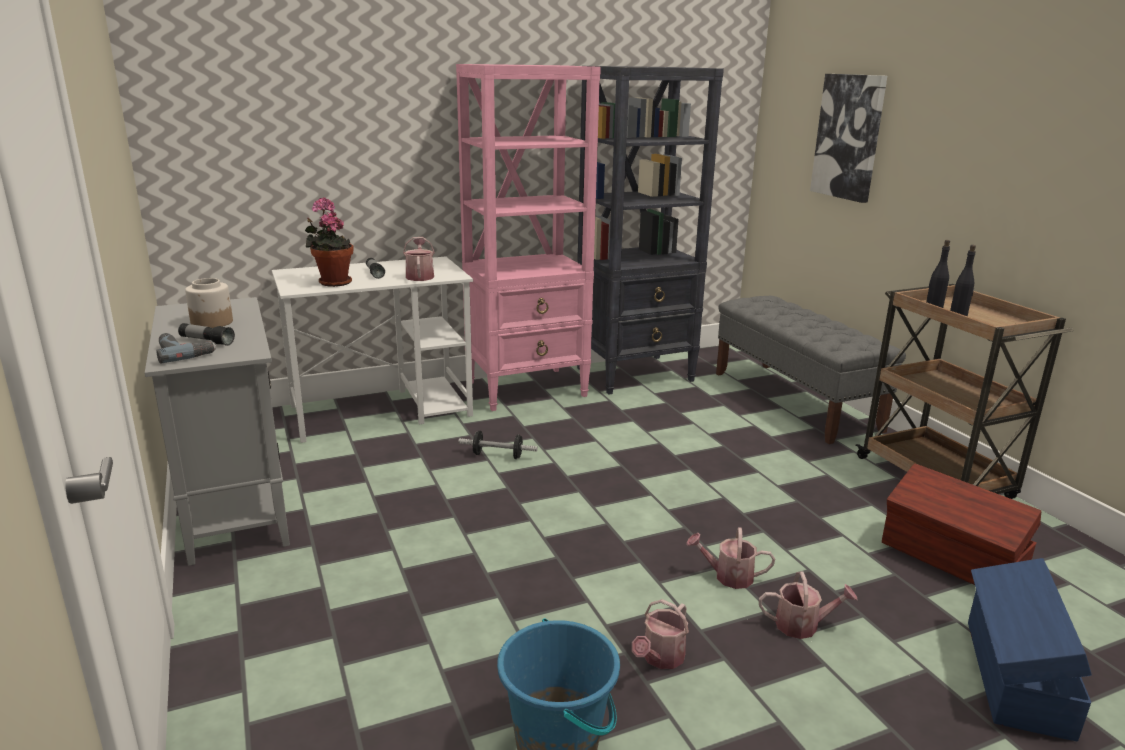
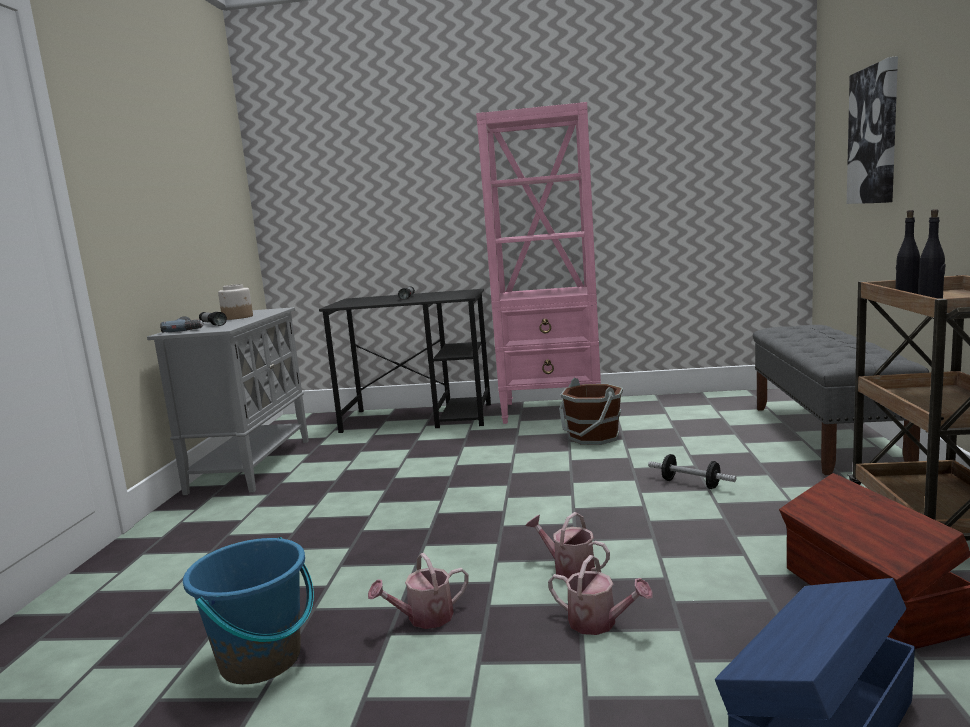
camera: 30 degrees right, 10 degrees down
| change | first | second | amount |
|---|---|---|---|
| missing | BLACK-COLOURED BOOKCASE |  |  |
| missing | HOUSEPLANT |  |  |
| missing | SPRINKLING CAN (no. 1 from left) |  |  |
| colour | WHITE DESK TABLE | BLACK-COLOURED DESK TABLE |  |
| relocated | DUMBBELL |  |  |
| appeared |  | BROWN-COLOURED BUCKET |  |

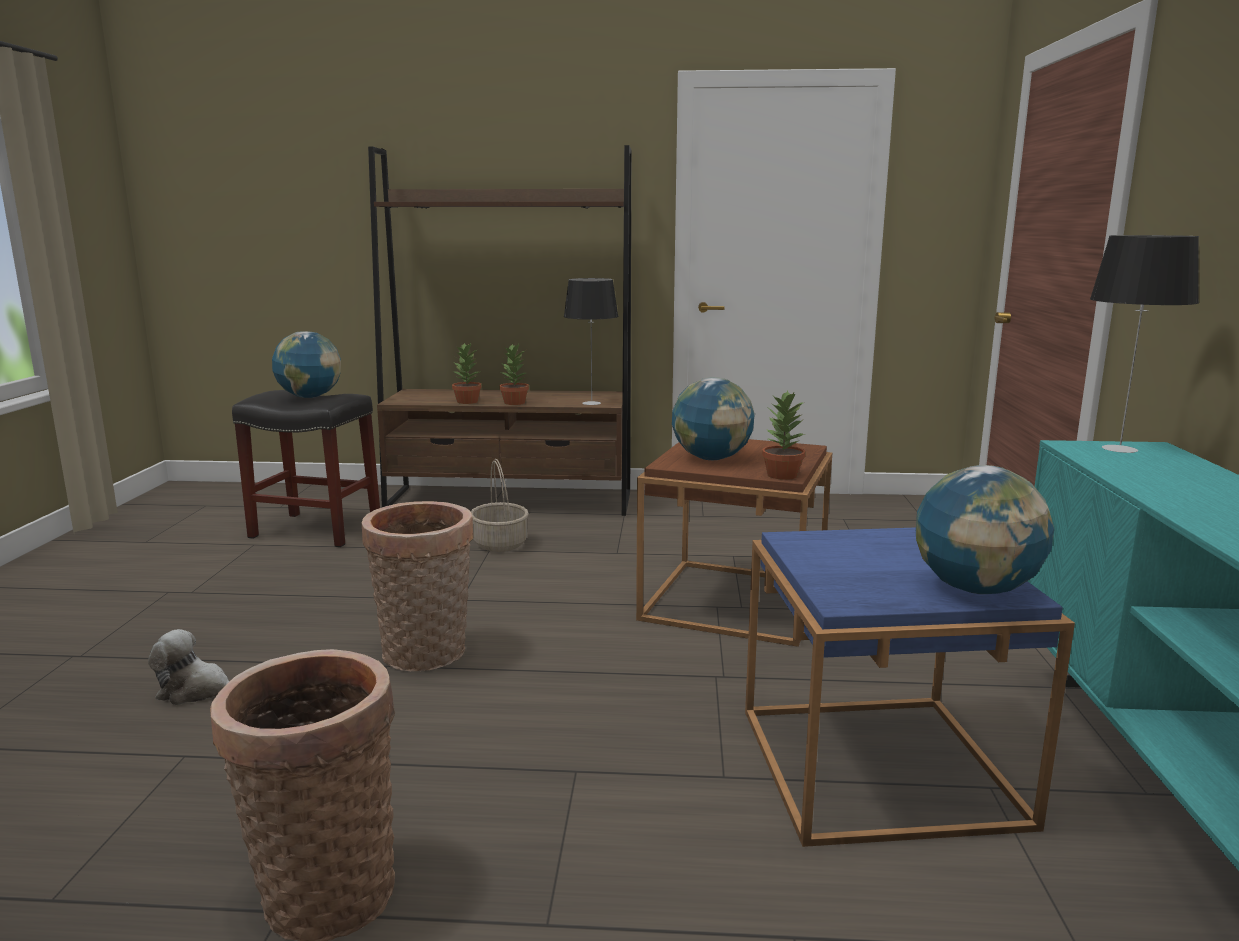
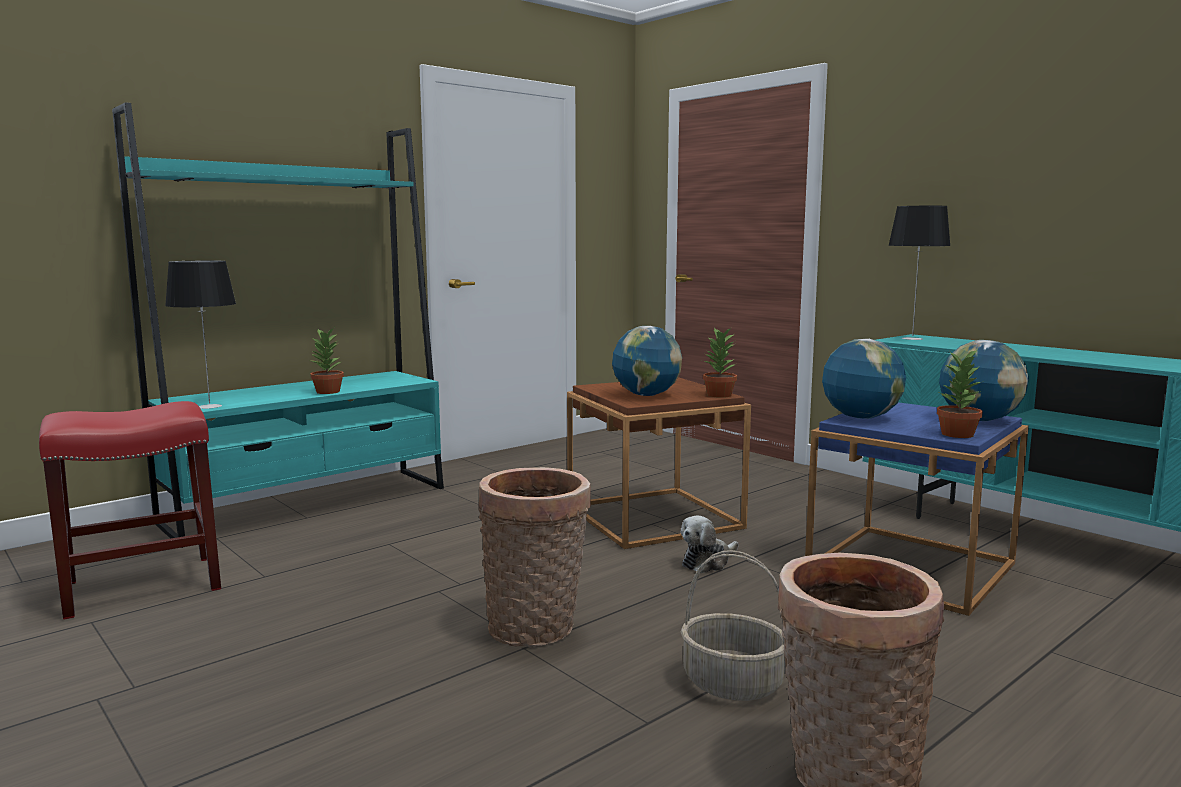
camera: 45 degrees left, 5 degrees down
| change | first | second | amount |
|---|---|---|---|
| colour | BROWN-COLOURED BOOKCASE | TURQUOISE BOOKCASE |  |
| relocated | TABLE LAMP (no. 1 from left) |  |  |
| relocated | GLOBE (no. 1 from left in the first image) | GLOBE (no. 2 from left) |  |
| relocated | HOUSEPLANT (no. 1 from left in the first image) | HOUSEPLANT (no. 3 from left) |  |
| colour | BLACK-COLOURED STOOL SEAT | REDDISH STOOL SEAT |  |
| relocated | BASKET (no. 3 from left in the first image) | BASKET (no. 2 from left) |  |
| relocated | CUDDLY TOY |  |  |

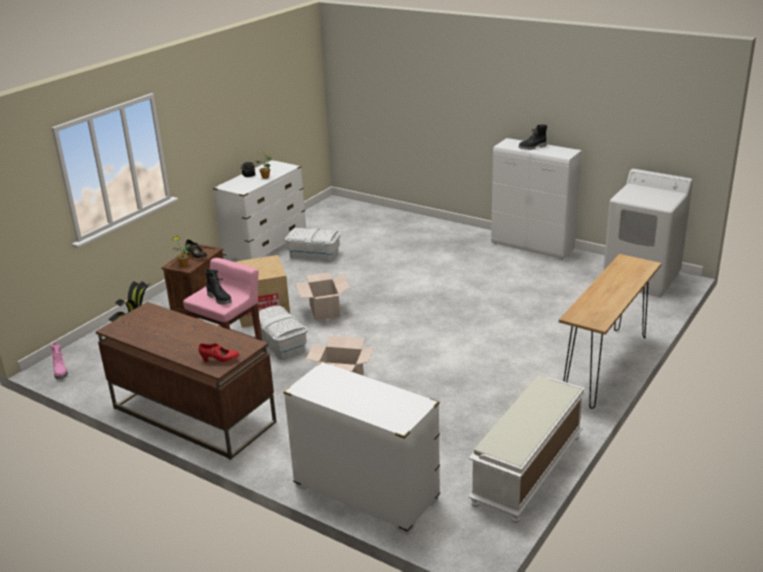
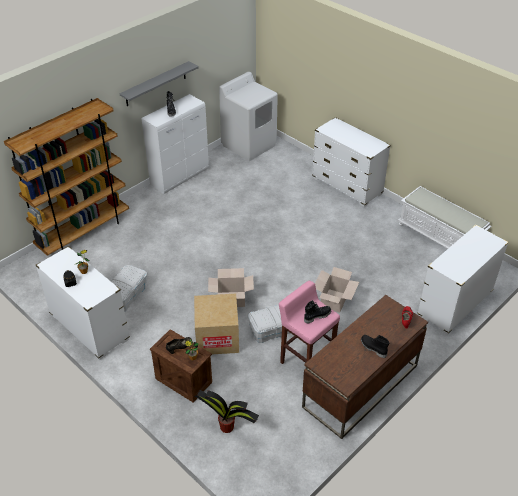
camera: 80 degrees left, 15 degrees up
| change | first | second | amount |
|---|---|---|---|
| exchanged | BROWN-COLOURED NARROW TABLE | WHITE CHEST OF DRAWERS (no. 2 from left) |  |
| missing | PINK TALL BOOT |  |  |
| appeared |  | GREY BRACKET SHELF |  |
| appeared |  | BROWN-COLOURED BOOKCASE |  |
| appeared |  | BLACK-COLOURED TALL BOOT (no. 3 from left) |  |

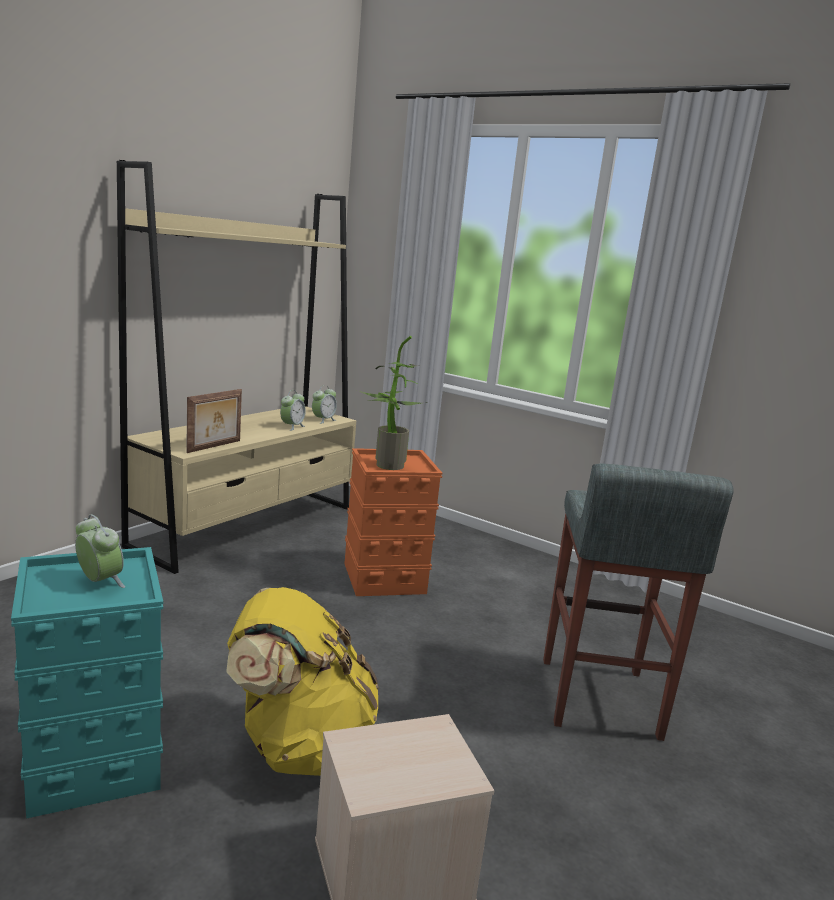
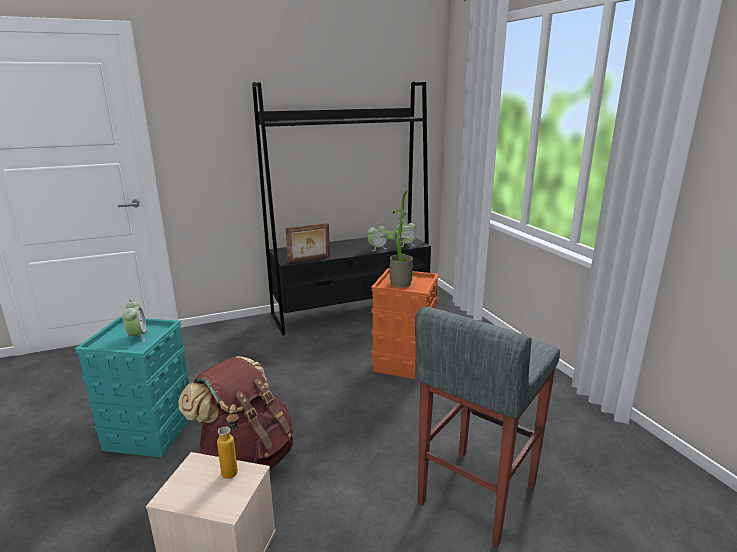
camera: 35 degrees right, 5 degrees up
| change | first | second | amount |
|---|---|---|---|
| colour | BEIGE-COLOURED BOOKCASE | BLACK-COLOURED BOOKCASE |  |
| colour | YELLOW KNAPSACK | BROWN-COLOURED KNAPSACK |  |
| appeared |  | DRINK BOTTLE |  |

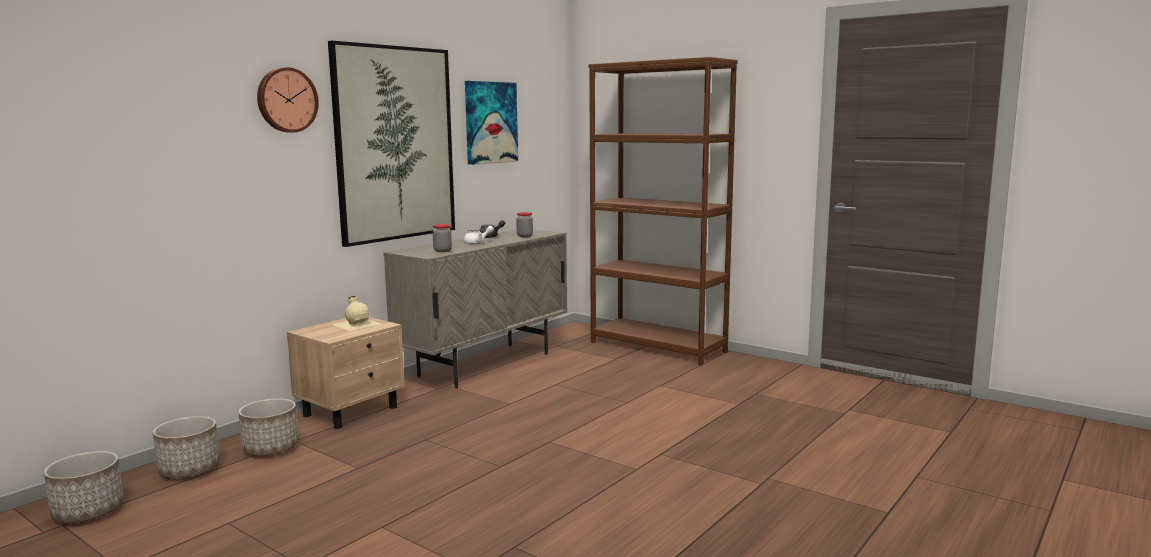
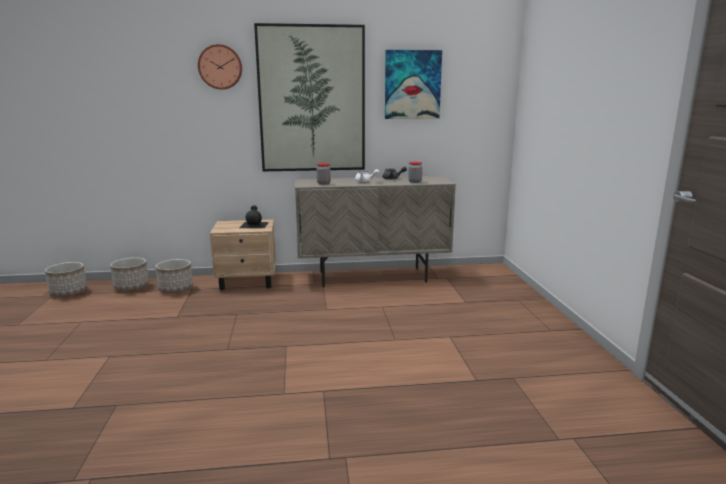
camera: 45 degrees right, 5 degrees up
| change | first | second | amount |
|---|---|---|---|
| missing | BROWN-COLOURED BOOKCASE |  |  |
| colour | BEIGE-COLOURED DRINK BOTTLE | BLACK-COLOURED DRINK BOTTLE |  |

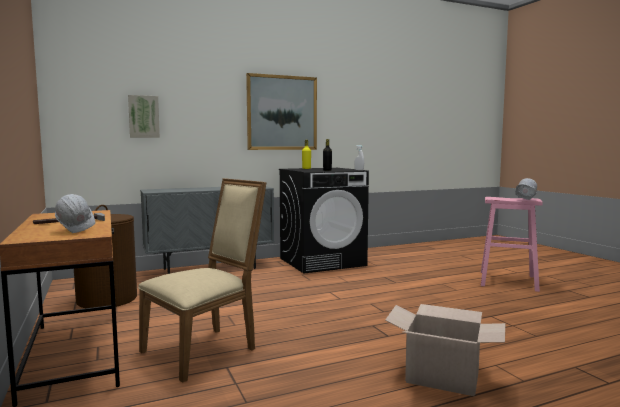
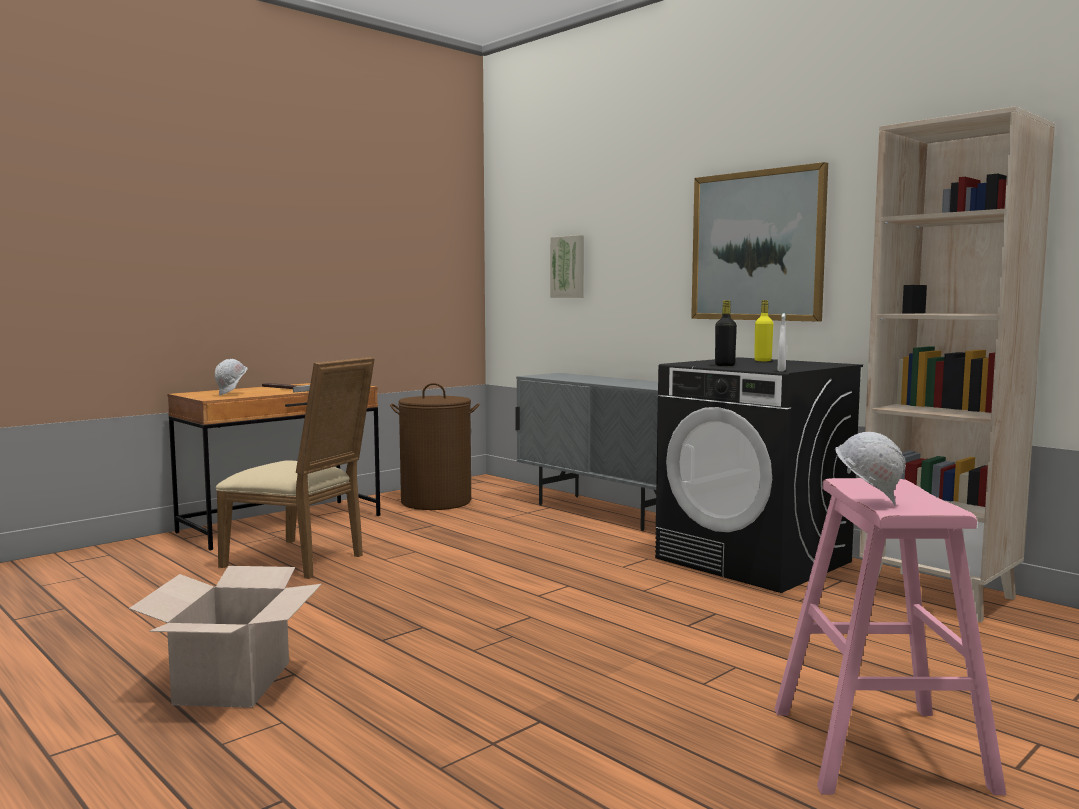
camera: 70 degrees right, 0 degrees up
| change | first | second | amount |
|---|---|---|---|
| appeared |  | BEIGE-COLOURED BOOKCASE |  |

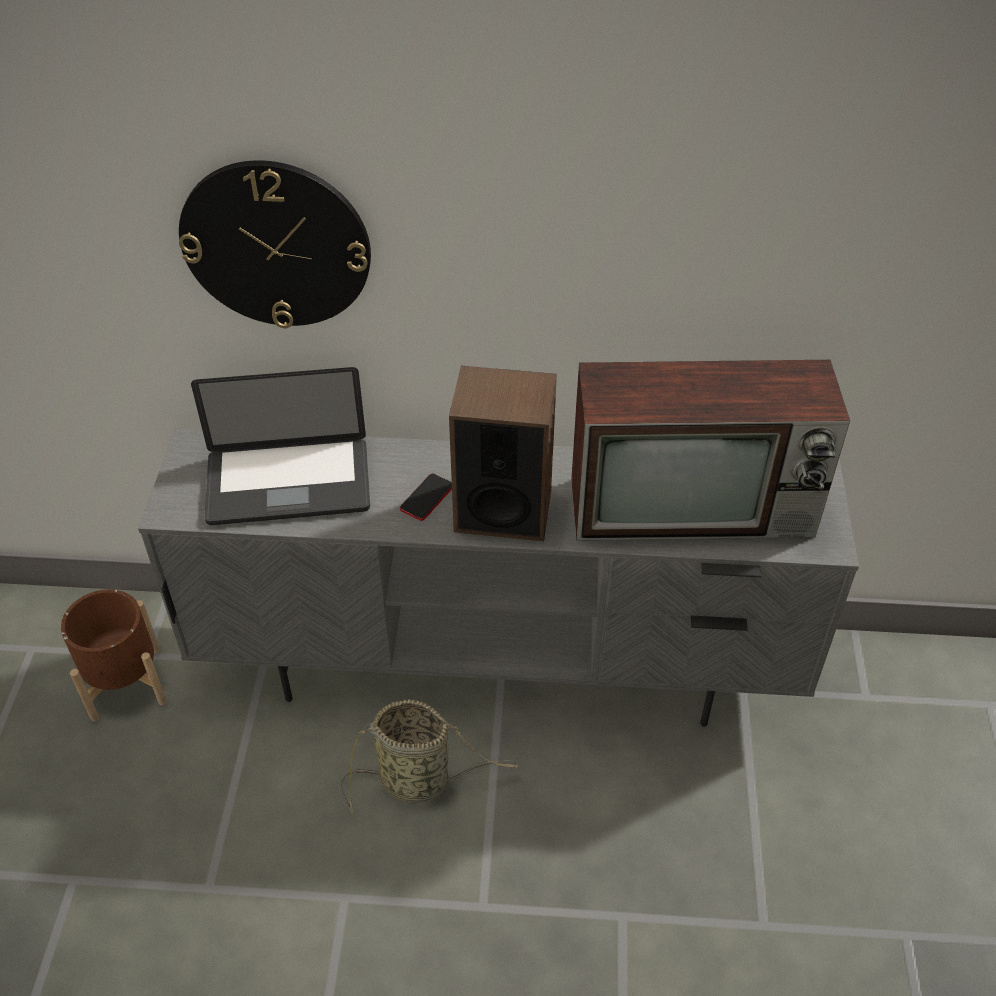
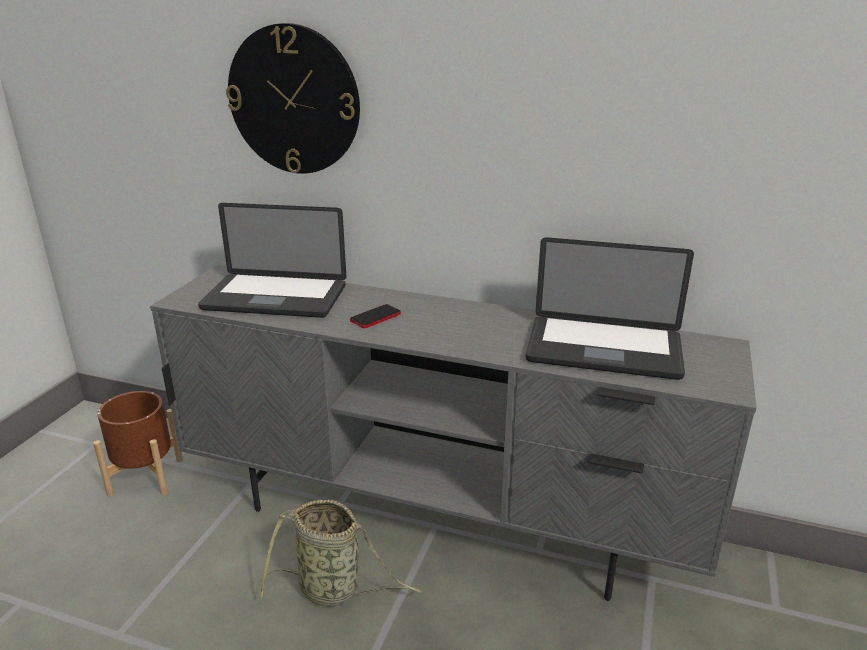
camera: 15 degrees right, 20 degrees down
| change | first | second | amount |
|---|---|---|---|
| exchanged | TV | NOTEBOOK COMPUTER (no. 2 from left) |  |
| missing | LOUDSPEAKER |  |  |

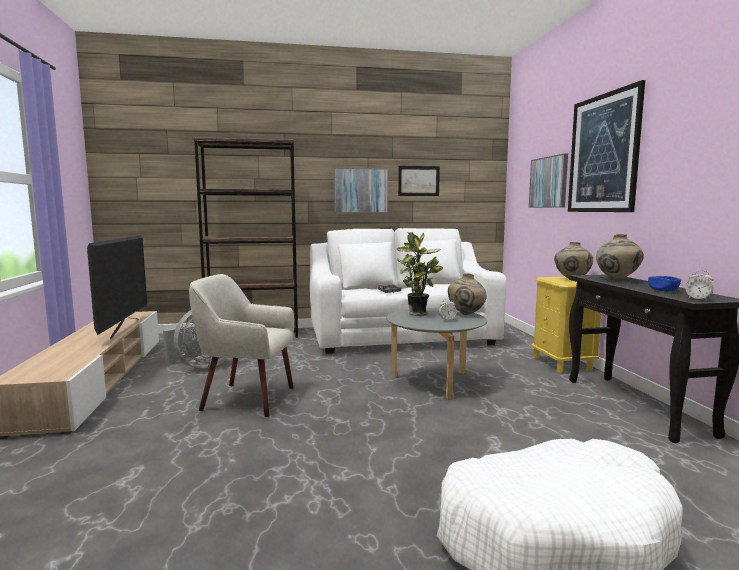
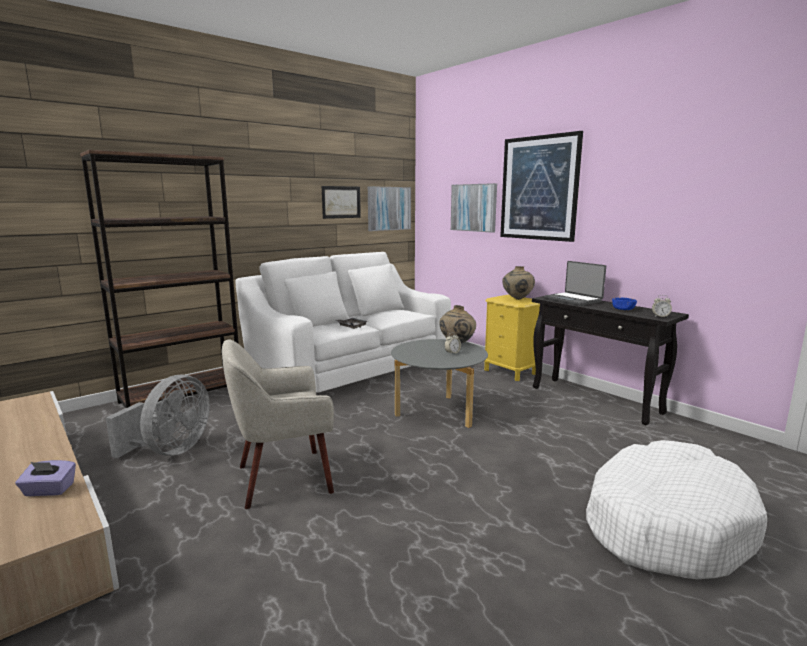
camera: 30 degrees left, 5 degrees up
| change | first | second | amount |
|---|---|---|---|
| relocated | PICTURE (no. 1 from left in the first image) | PICTURE (no. 2 from left) |  |
| missing | HOUSEPLANT |  |  |
| exchanged | BEIGE-COLOURED VASE (no. 3 from left) | NOTEBOOK COMPUTER |  |
| missing | TV |  |  |
| appeared |  | PURPLISH TISSUE BOX |  |

